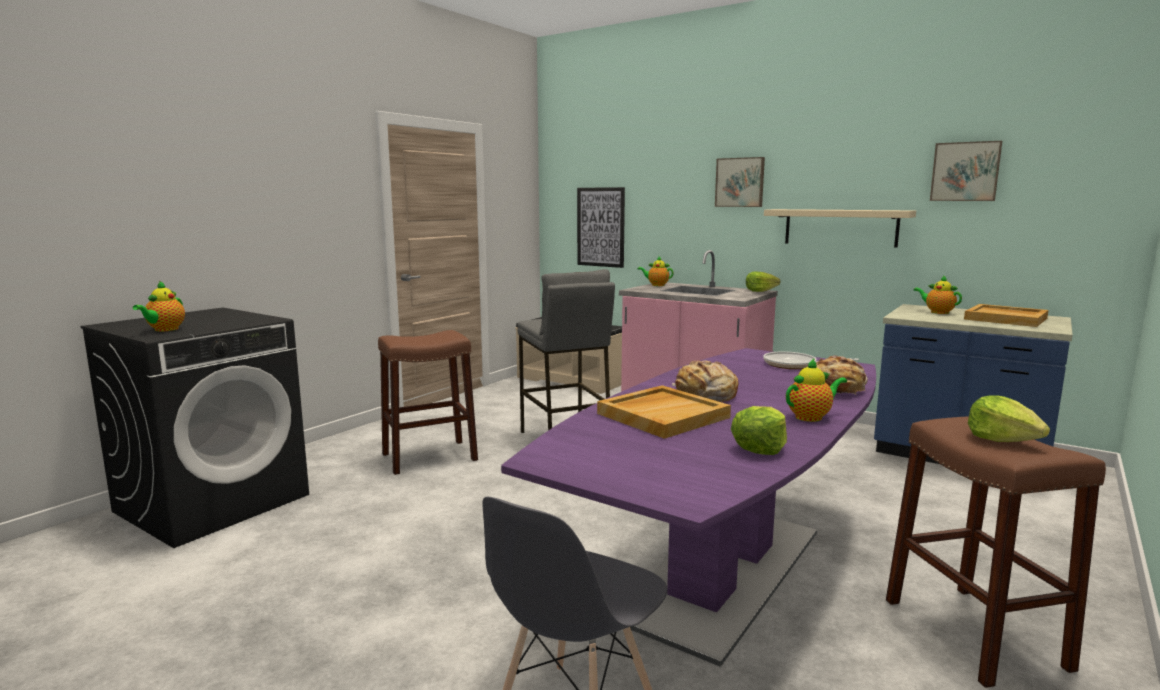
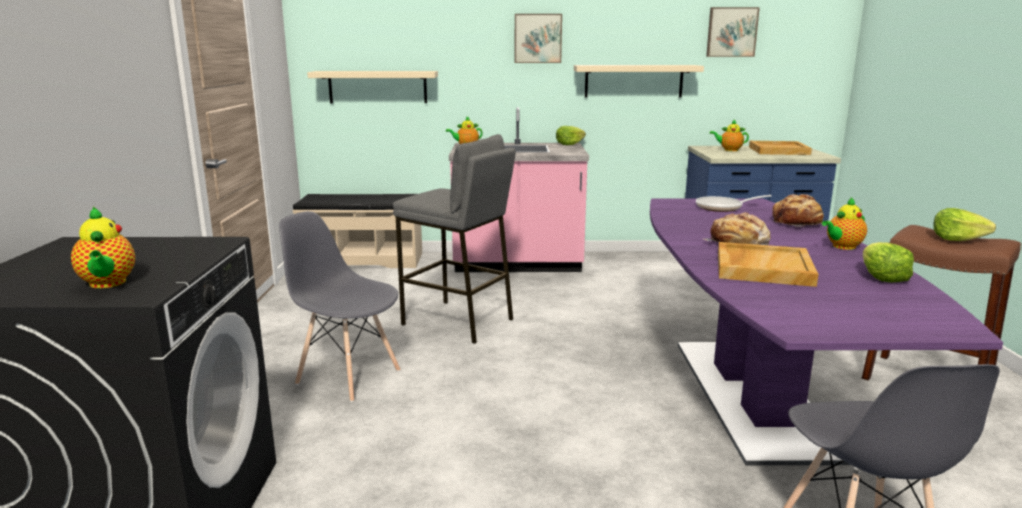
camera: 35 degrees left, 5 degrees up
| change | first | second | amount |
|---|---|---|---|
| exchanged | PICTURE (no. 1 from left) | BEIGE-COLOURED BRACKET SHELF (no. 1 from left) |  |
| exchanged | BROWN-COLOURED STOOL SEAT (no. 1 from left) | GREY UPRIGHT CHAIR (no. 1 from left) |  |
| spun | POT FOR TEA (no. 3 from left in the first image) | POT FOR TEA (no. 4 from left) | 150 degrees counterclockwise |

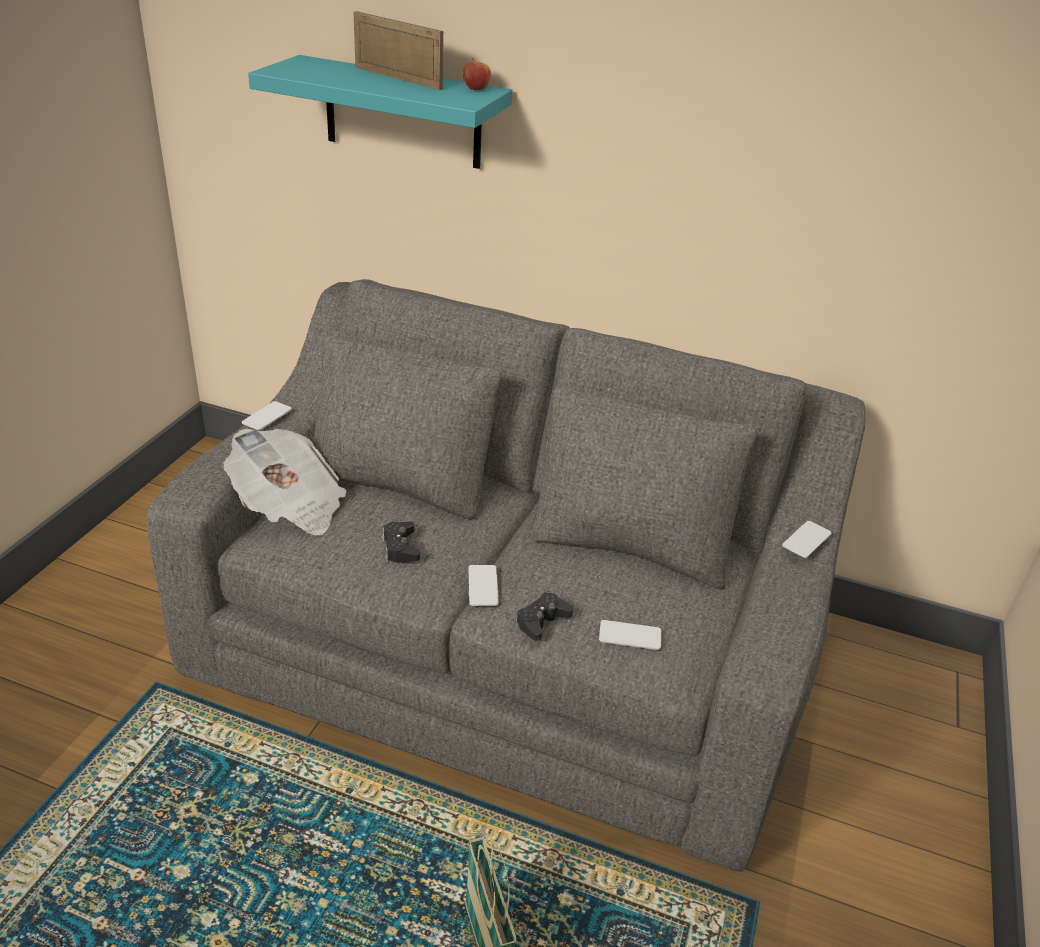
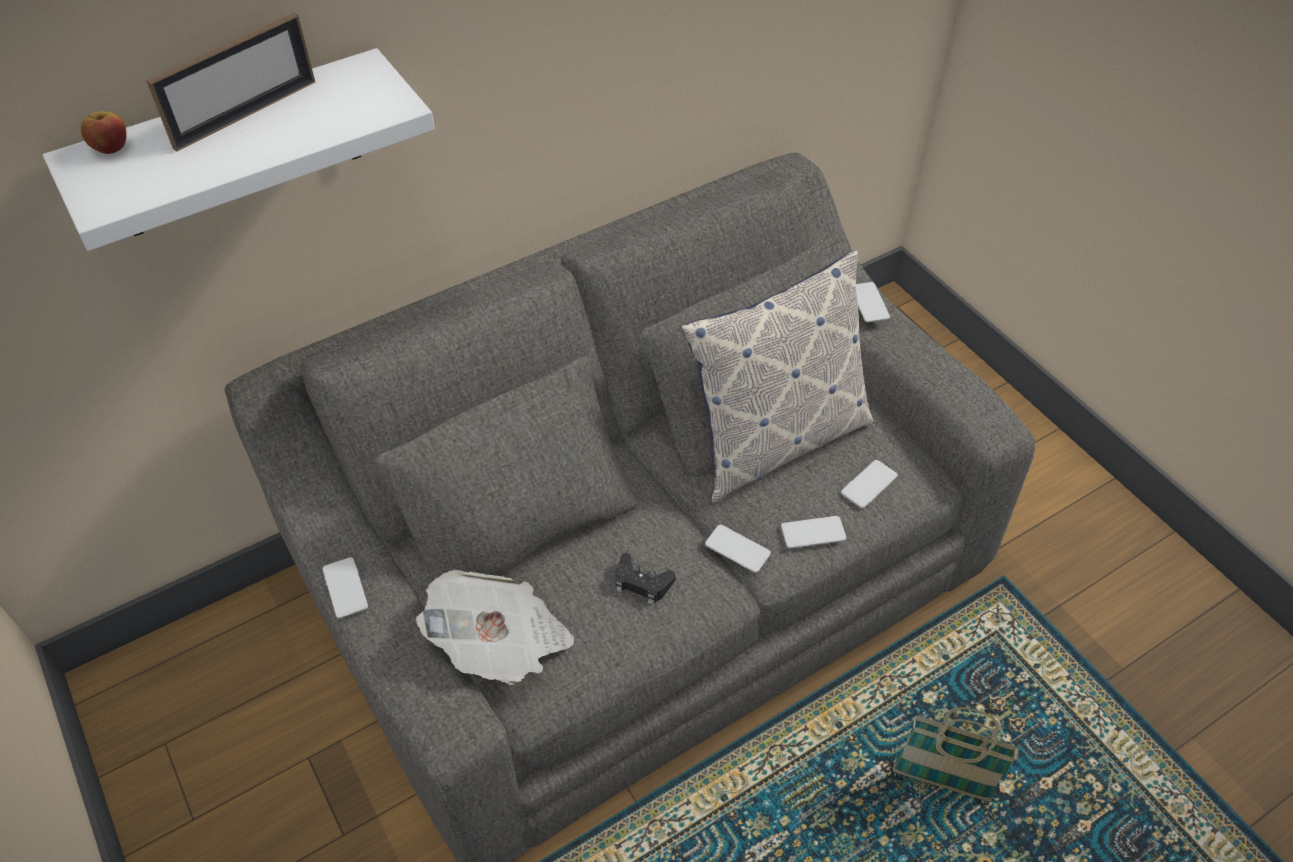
camera: 50 degrees left, 15 degrees up
| change | first | second | amount |
|---|---|---|---|
| spun | STANDING FRAME |  | 150 degrees clockwise |
| colour | TURQUOISE BRACKET SHELF | WHITE BRACKET SHELF |  |
| relocated | WHOLE APPLE |  |  |
| exchanged | BLACK-COLOURED GAME CONTROLLER (no. 2 from left) | TELEPHONE (no. 3 from left) |  |
| appeared |  | THROW PILLOW |  |

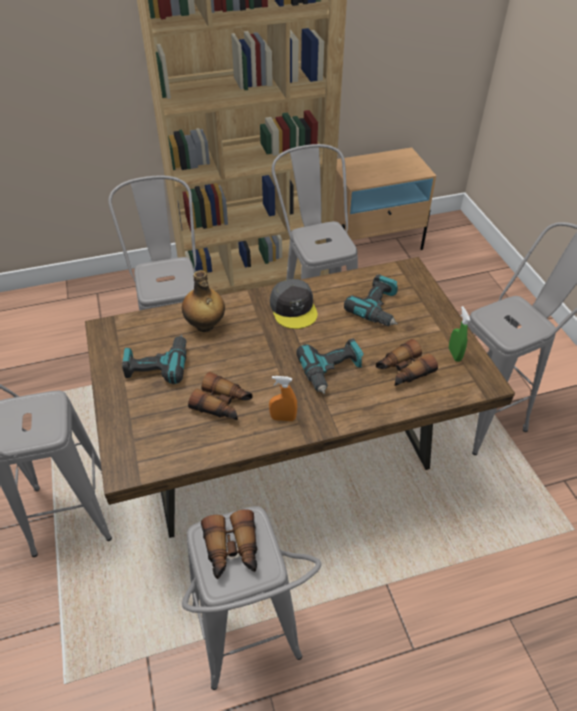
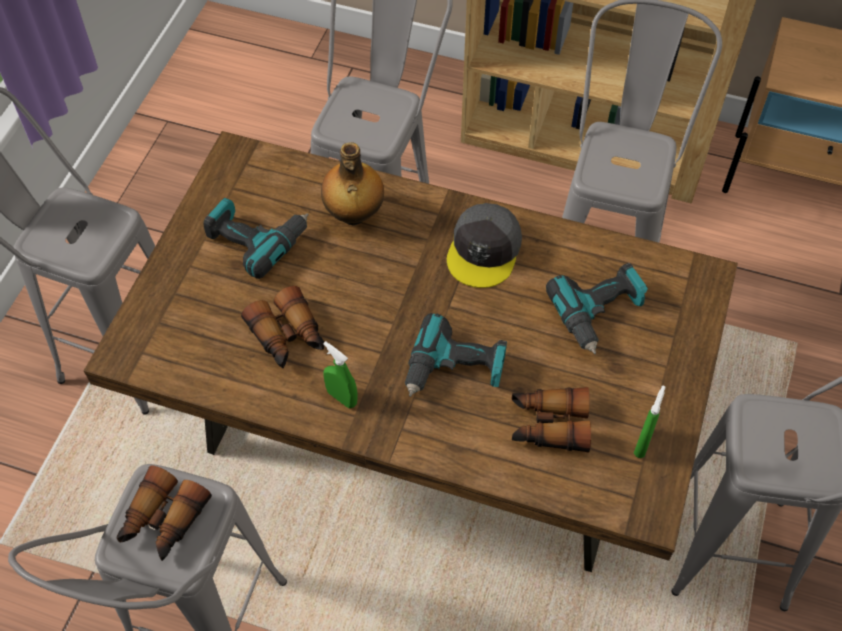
camera: 35 degrees right, 10 degrees up
| change | first | second | amount |
|---|---|---|---|
| colour | ORANGE SPRAY BOTTLE | GREEN SPRAY BOTTLE (no. 1 from left) |  |

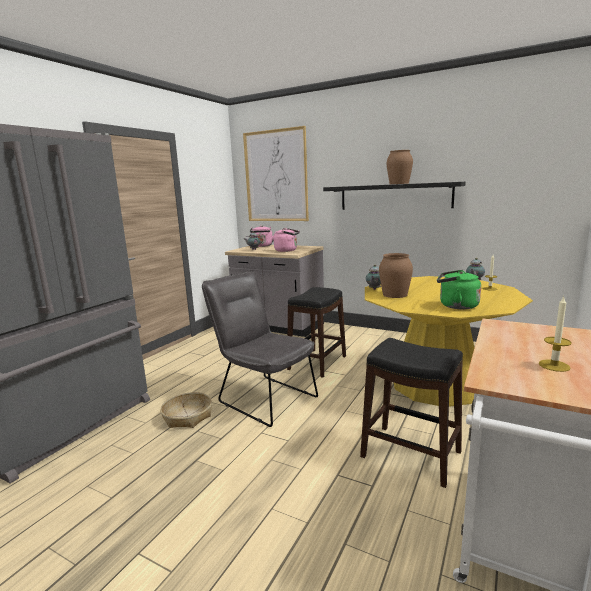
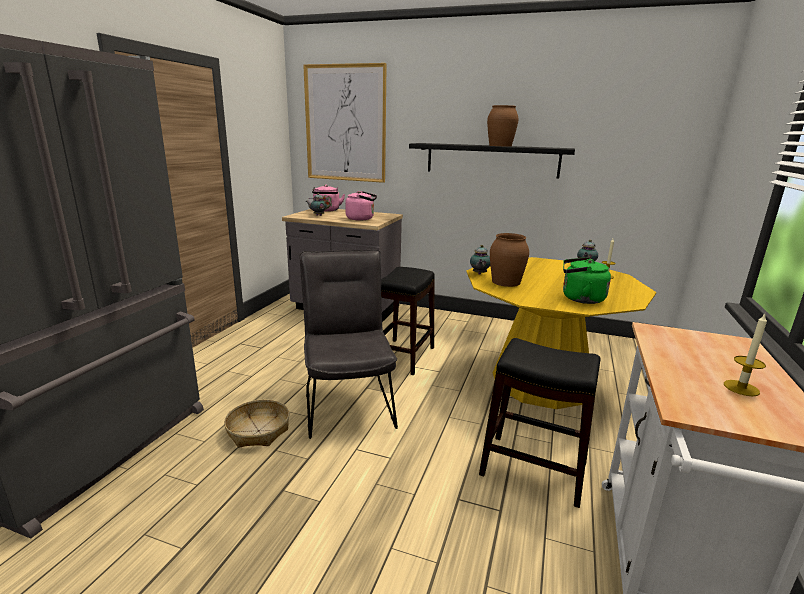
camera: 10 degrees left, 5 degrees up
| change | first | second | amount |
|---|---|---|---|
| spun | GREY UPRIGHT CHAIR |  | 45 degrees clockwise |

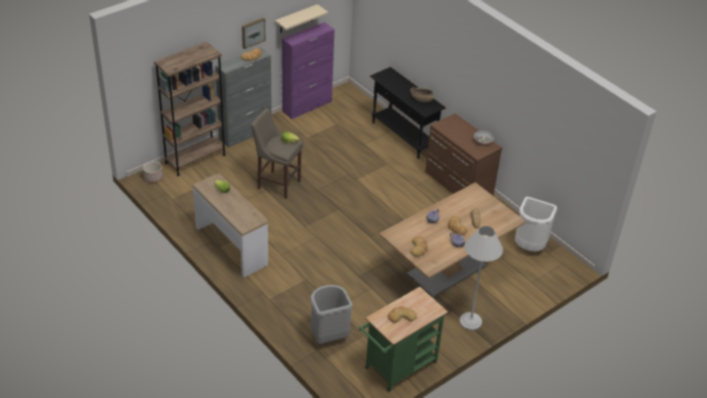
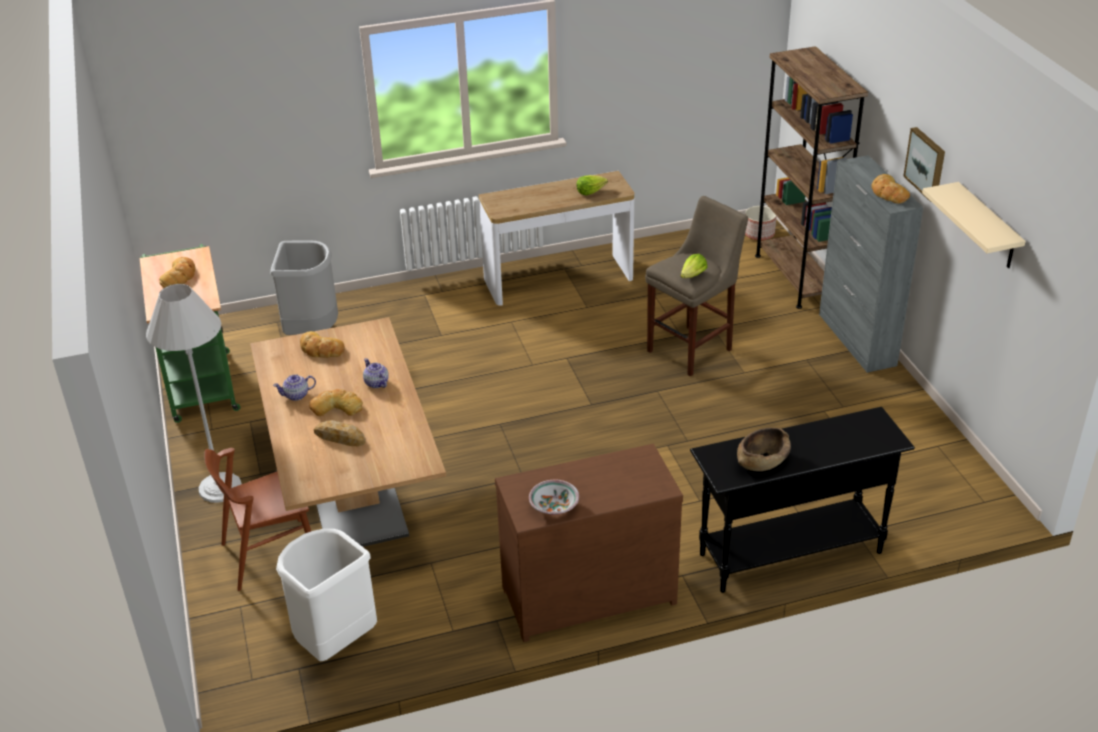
camera: 115 degrees right, 5 degrees down
| change | first | second | amount |
|---|---|---|---|
| missing | PURPLISH CABINET |  |  |
| appeared |  | BROWN-COLOURED UPRIGHT CHAIR |  |

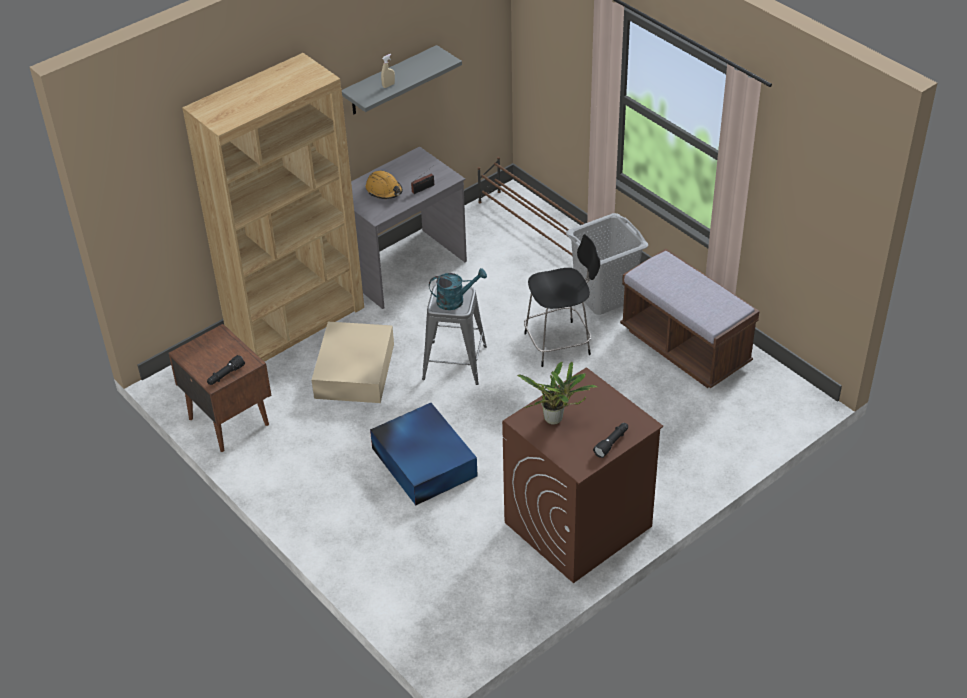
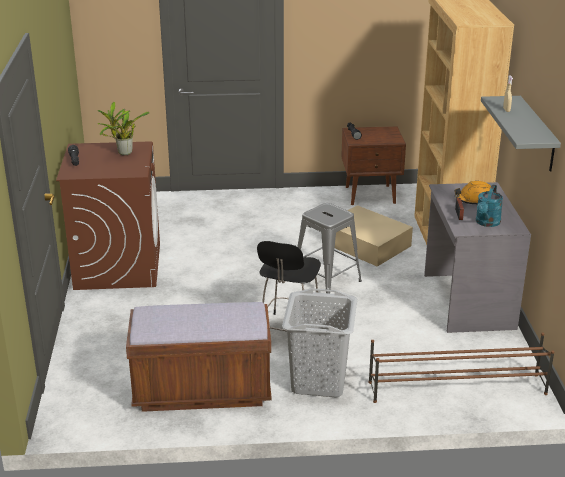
camera: 125 degrees right, 15 degrees down
| change | first | second | amount |
|---|---|---|---|
| relocated | TURQUOISE SPRINKLING CAN |  |  |
| missing | BLUISH STORAGE BIN |  |  |

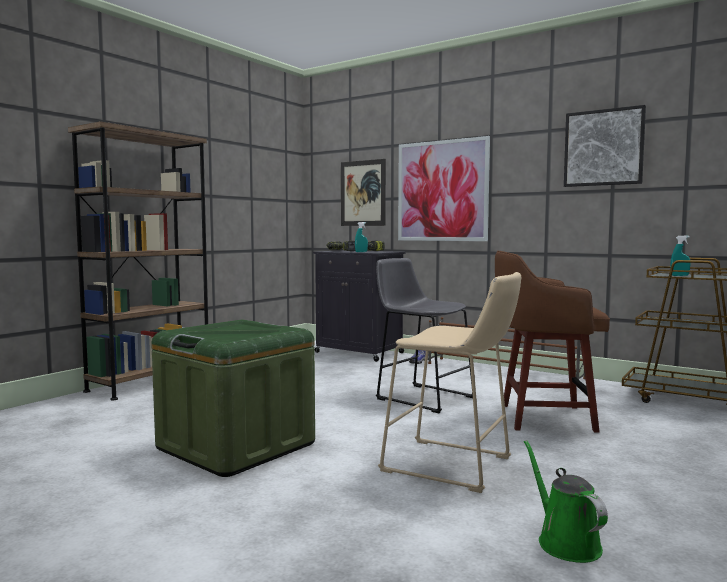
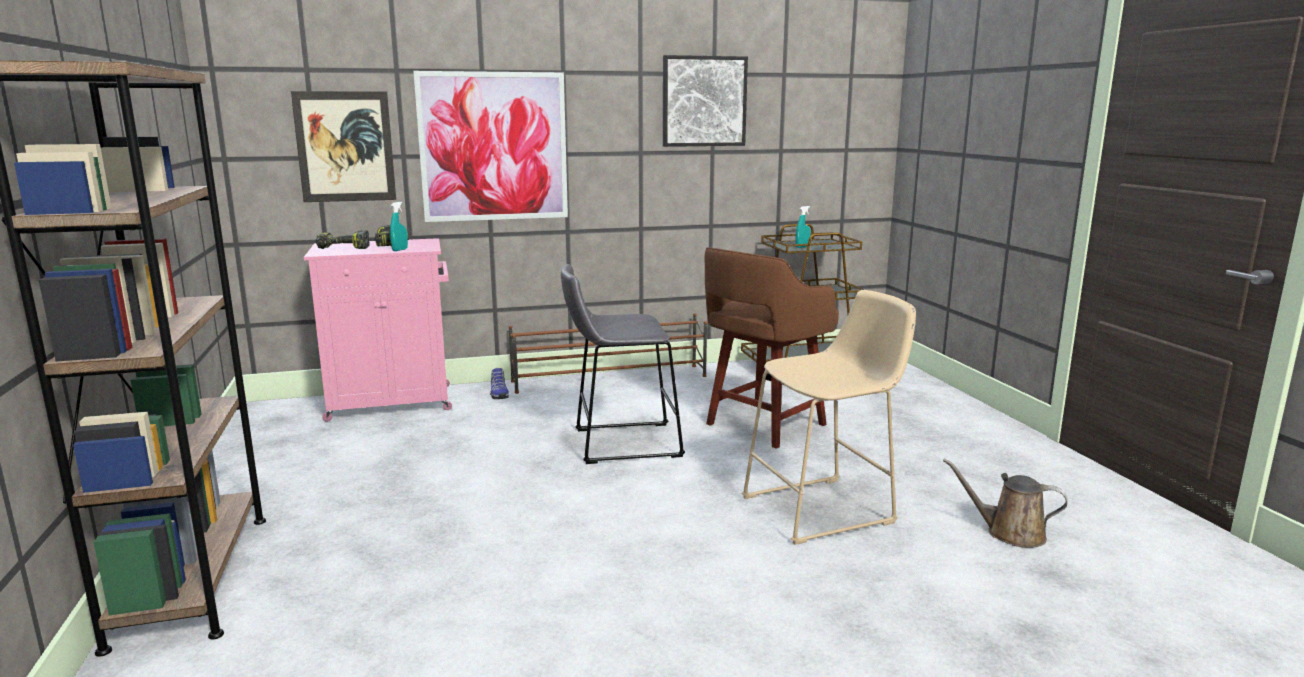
camera: 50 degrees left, 10 degrees up
| change | first | second | amount |
|---|---|---|---|
| colour | BLACK-COLOURED CABINET | PINK CABINET |  |
| missing | GREEN STORAGE BIN |  |  |
| colour | GREEN SPRINKLING CAN | BROWN-COLOURED SPRINKLING CAN |  |

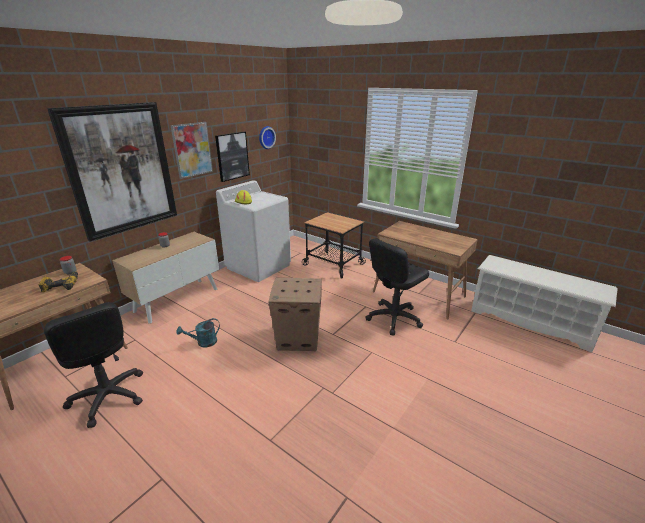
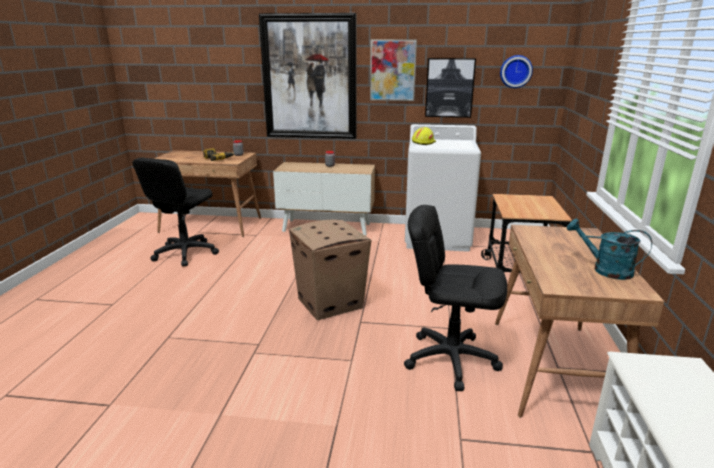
camera: 60 degrees right, 5 degrees down
| change | first | second | amount |
|---|---|---|---|
| relocated | TURQUOISE SPRINKLING CAN |  |  |

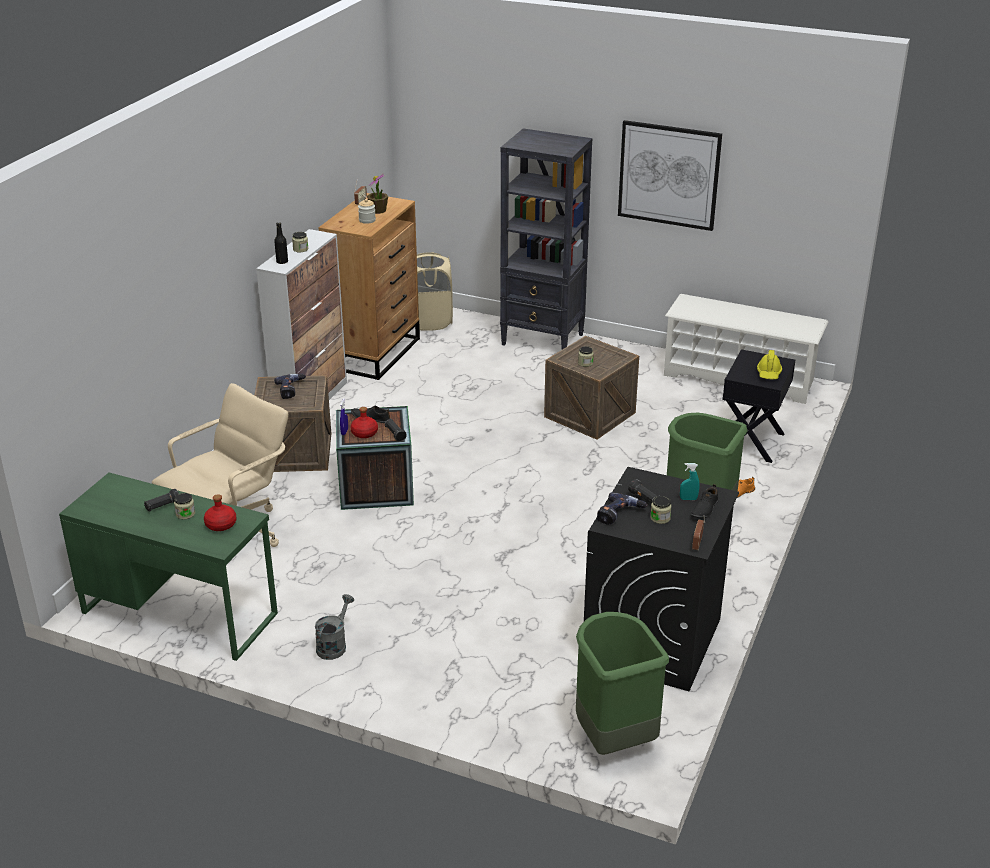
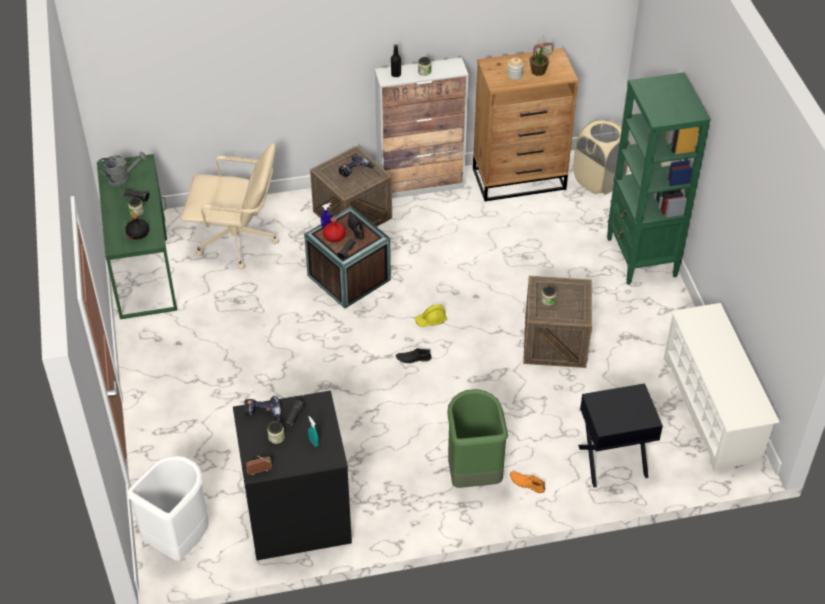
camera: 55 degrees right, 15 degrees up
| change | first | second | amount |
|---|---|---|---|
| missing | PICTURE |  |  |
| colour | BLACK-COLOURED BOOKCASE | GREEN BOOKCASE |  |
| relocated | YELLOW SAFETY HELMET |  |  |
| relocated | BLACK-COLOURED SHOE (no. 2 from left) |  |  |
| colour | REDDISH DRINK BOTTLE (no. 1 from left) | BLACK-COLOURED DRINK BOTTLE (no. 1 from left) |  |
| relocated | GREY SPRINKLING CAN |  |  |
| colour | GREEN WASTE BIN (no. 1 from left) | WHITE WASTE BIN |  |

